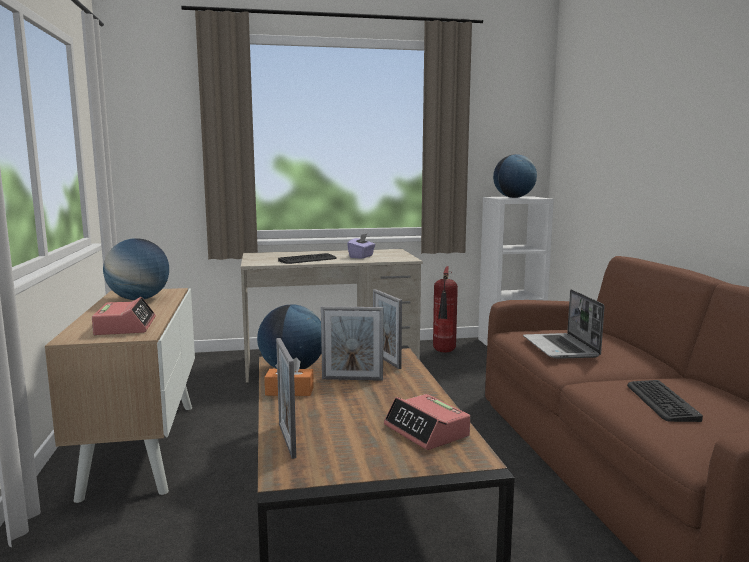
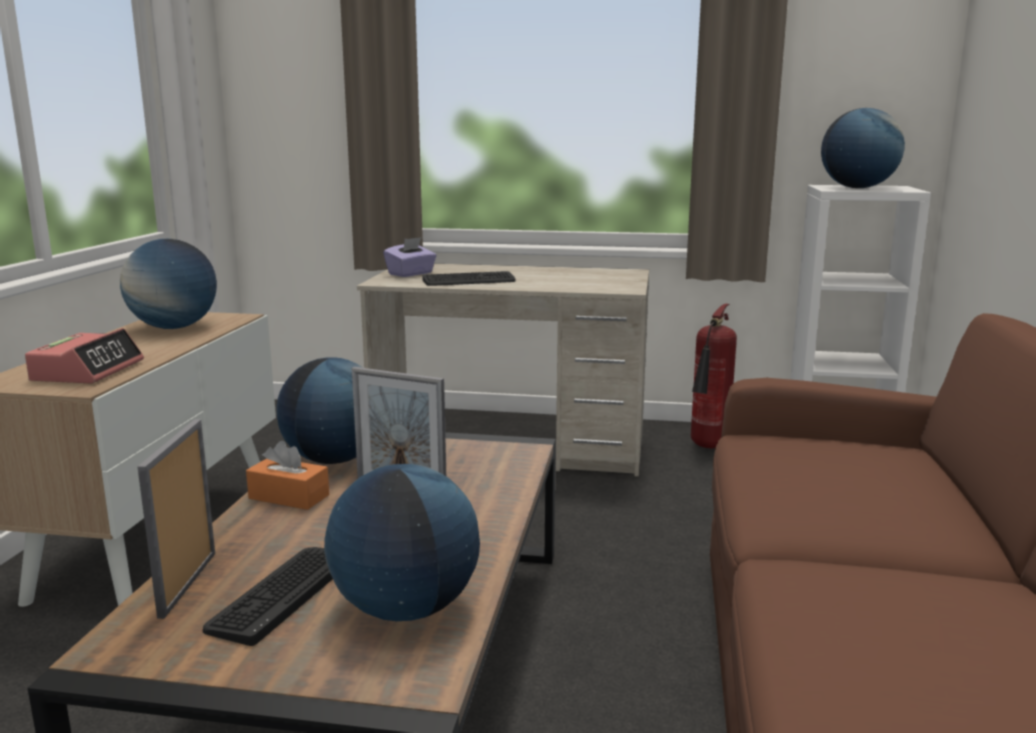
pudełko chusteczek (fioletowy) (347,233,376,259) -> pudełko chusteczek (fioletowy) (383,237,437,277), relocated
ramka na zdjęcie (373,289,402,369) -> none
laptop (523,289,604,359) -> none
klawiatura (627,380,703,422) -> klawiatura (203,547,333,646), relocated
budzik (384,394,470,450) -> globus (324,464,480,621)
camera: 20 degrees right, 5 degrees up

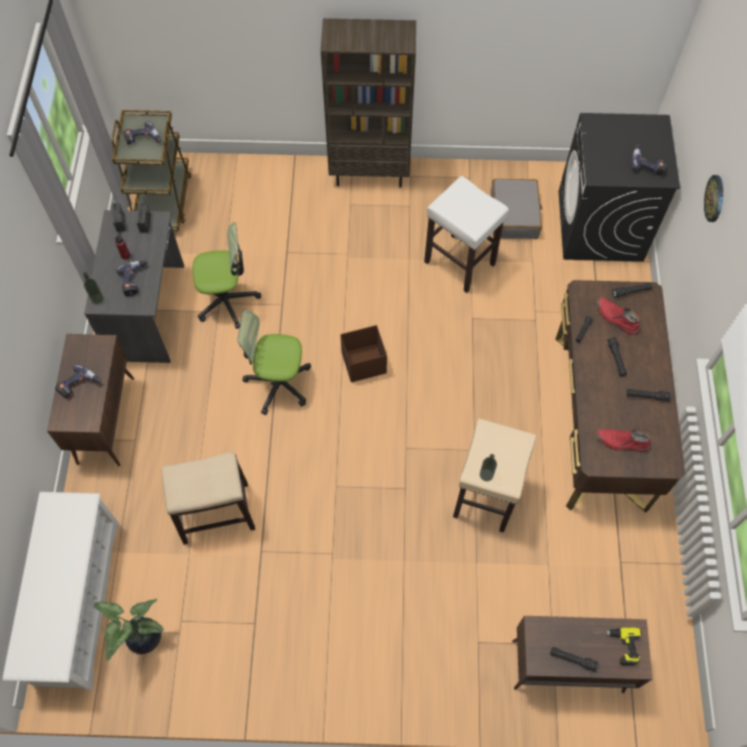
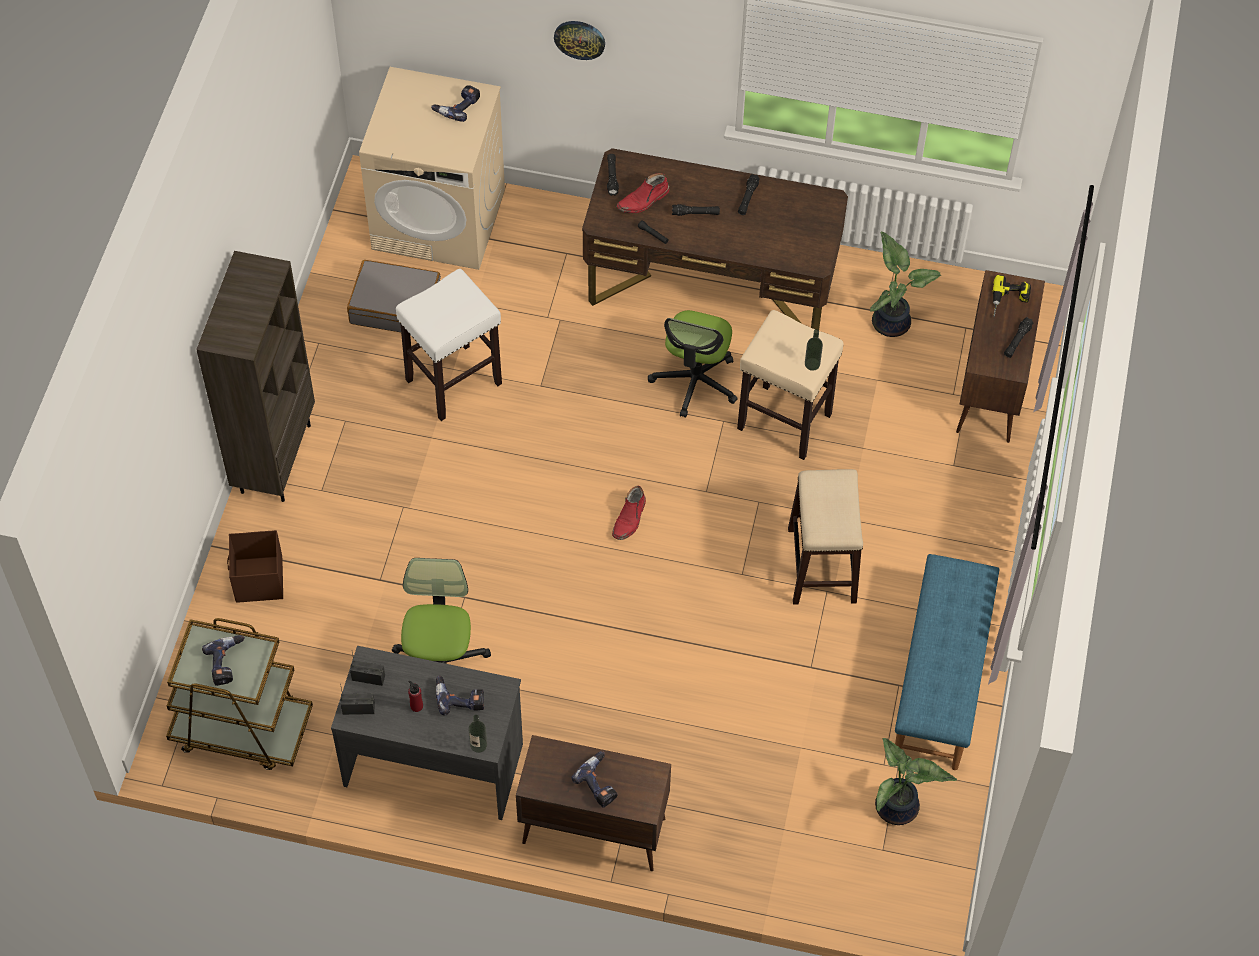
pralka (czarny) (558,113,680,262) -> pralka (beżowy) (359,67,505,270)
krzesło biurowe (238,310,311,415) -> krzesło biurowe (648,310,738,418), relocated
pojemnik do przechowywania (brązowy) (340,325,387,382) -> pojemnik do przechowywania (brązowy) (227,530,283,603), relocated
but z cholewką (czerwony) (596,429,651,452) -> but z cholewką (czerwony) (612,486,646,540), relocated
stołek (162,452,255,544) -> stołek (788,469,863,604), relocated
regał na buty (biały) (3,492,119,691) -> none
none -> roślina doniczkowa (870,232,941,337)
none -> ławka (niebieski) (895,554,999,770)
camera: 80 degrees left, 5 degrees down

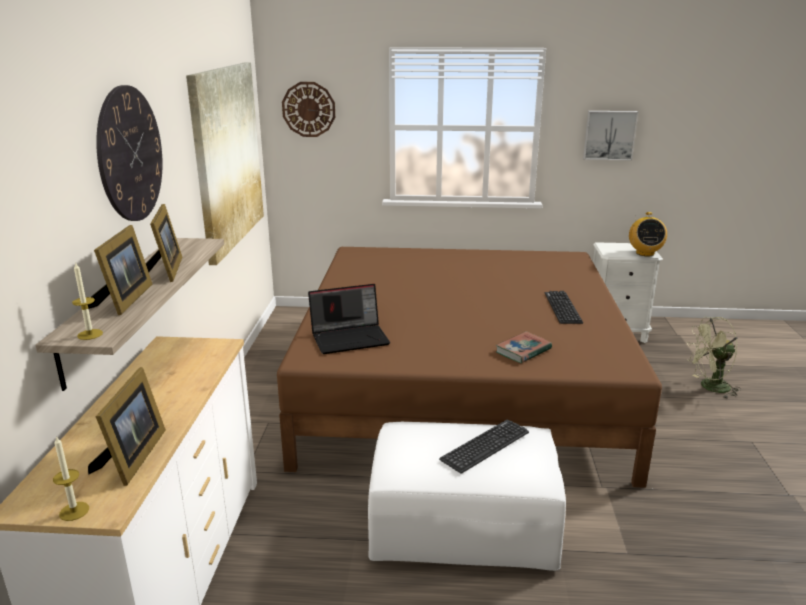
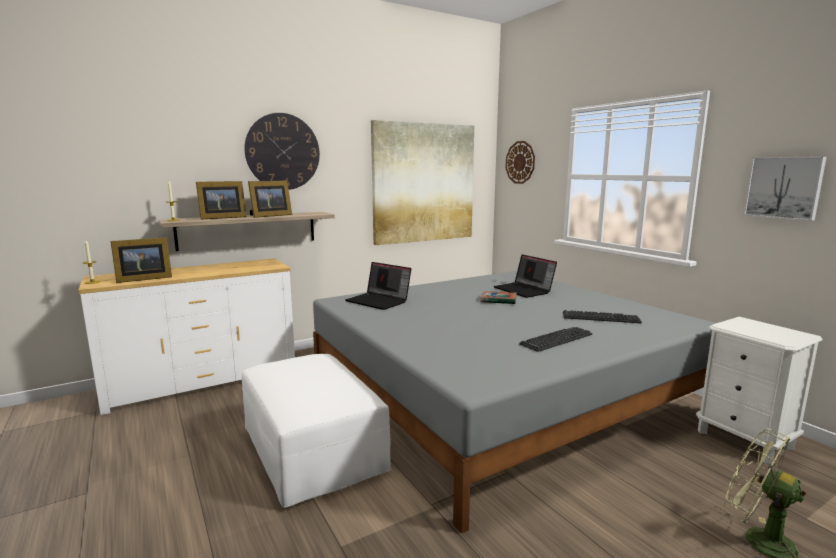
radio (629,212,667,256) -> none
łóżko (brązowy) (277,247,662,488) -> łóżko (szary) (313,271,716,534)
książka (496,331,552,363) -> książka (480,291,517,304), relocated
klawiatura (439,420,529,474) -> klawiatura (563,310,642,323), relocated
none -> laptop (493,254,557,298)
camera: 55 degrees right, 10 degrees down

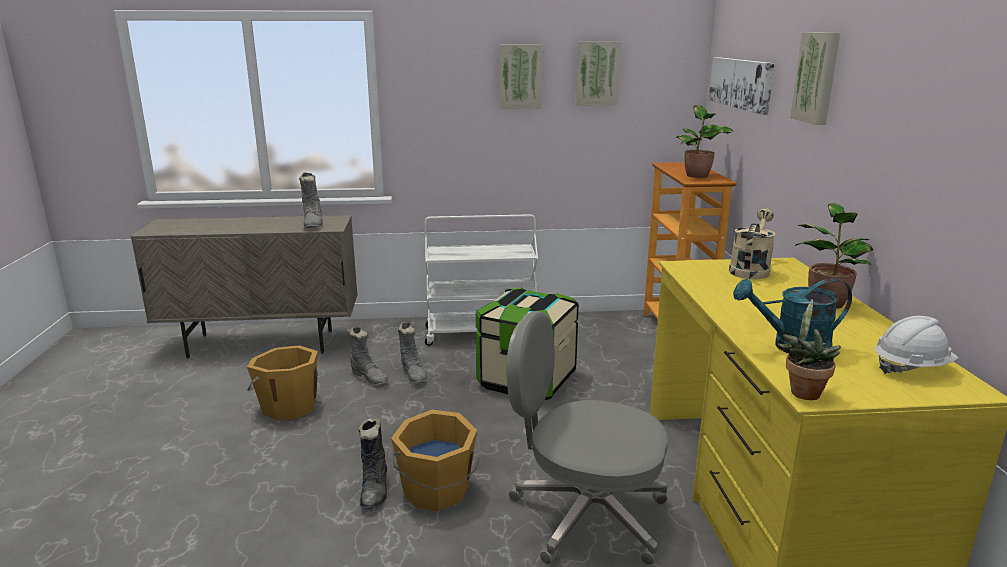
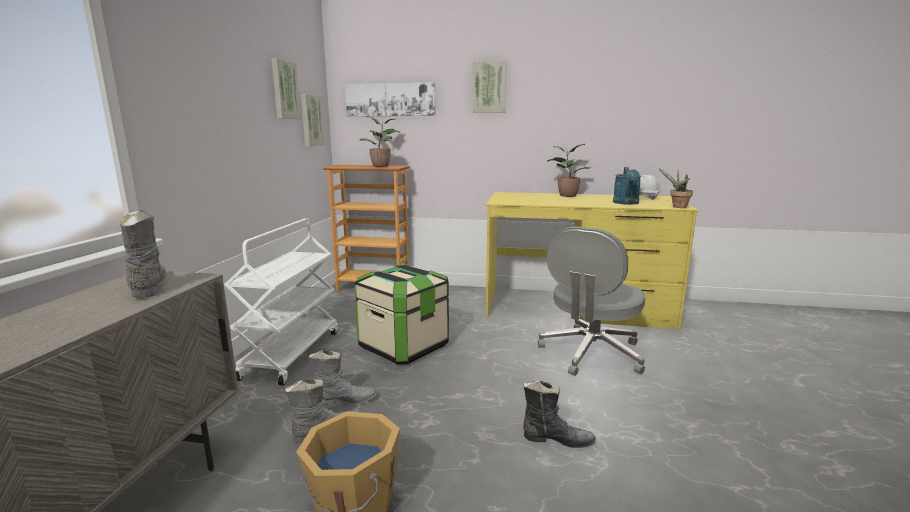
obraz (500,44,542,109) -> obraz (301,94,325,146), relocated
but z cholewką (szary) (299,172,323,228) -> but z cholewką (szary) (120,210,166,297), 120 degrees counterclockwise
konewka (beżowy) (729,208,775,279) -> none
wiadro (pomarańczowy) (391,410,481,511) -> none
camera: 75 degrees left, 5 degrees down

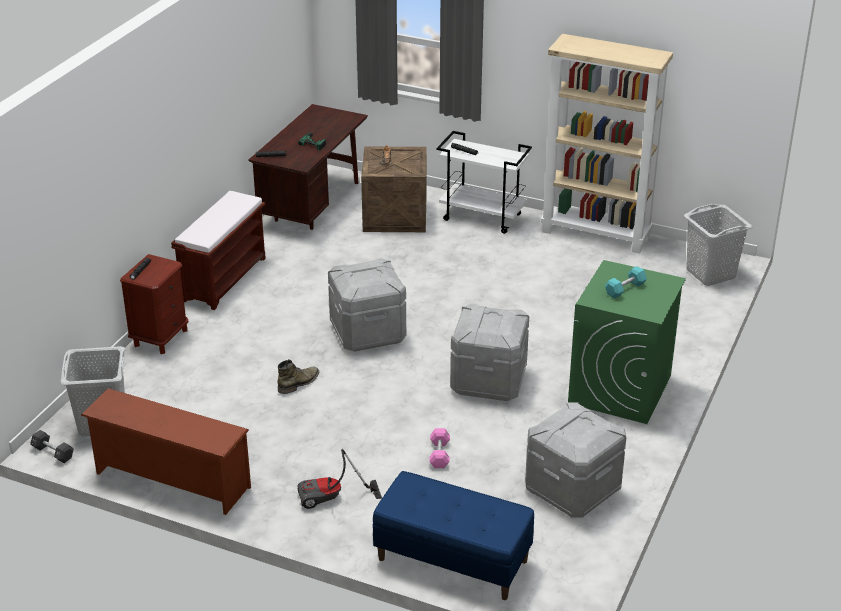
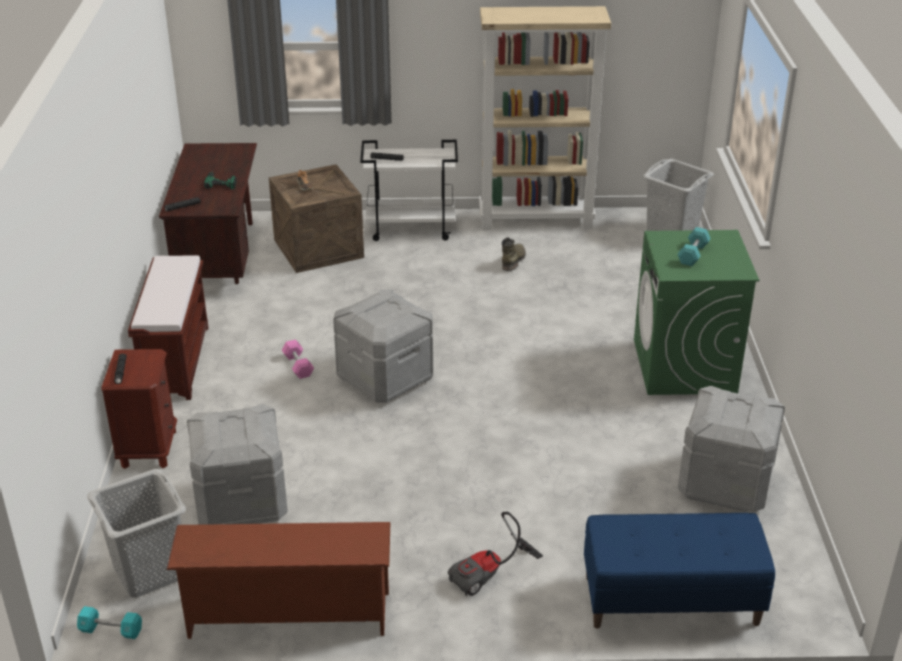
pojemnik do przechowywania (szary) (450,304,529,401) -> pojemnik do przechowywania (szary) (187,404,288,525), relocated
but z cholewką (zielony) (277,359,319,394) -> but z cholewką (zielony) (502,237,526,271), relocated
hantel (różowy) (429,428,450,468) -> hantel (różowy) (282,339,314,379), relocated
hantel (czarny) (30,430,74,463) -> hantel (turkusowy) (77,606,142,639)
camera: 25 degrees left, 0 degrees up

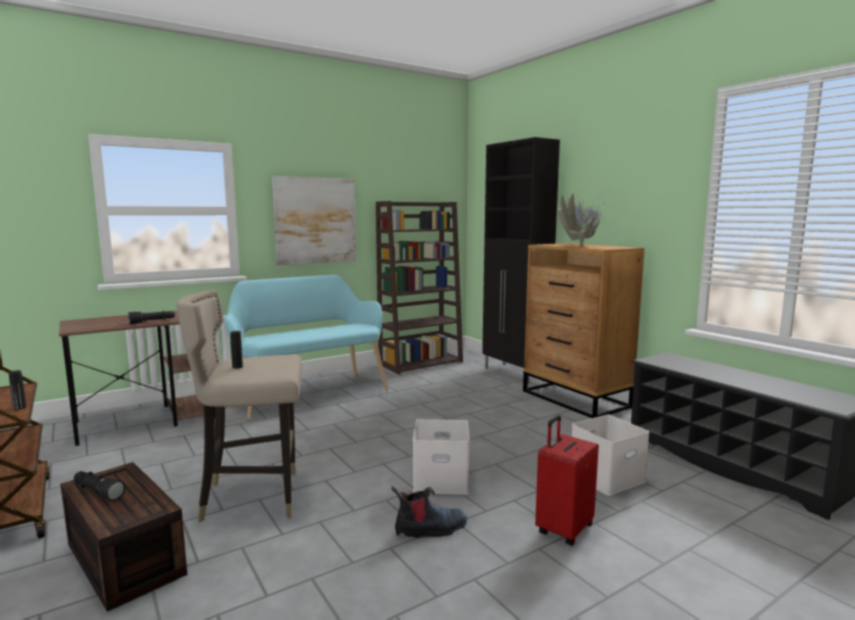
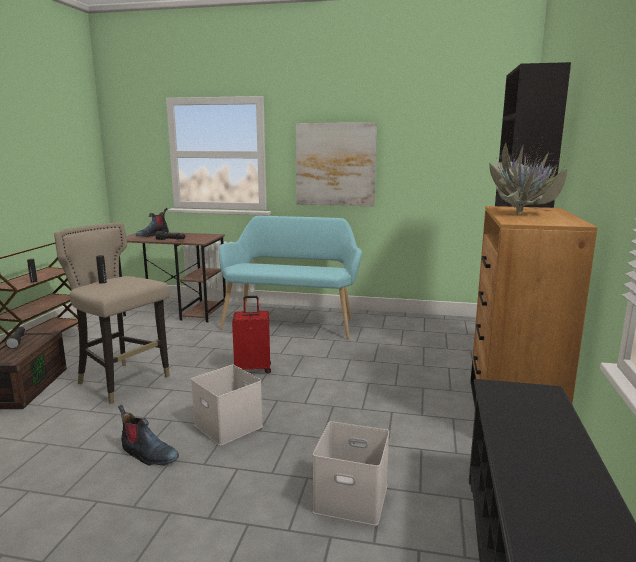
regał (brązowy) (376,201,463,374) -> none
walizka (czerwony) (535,415,599,545) -> walizka (czerwony) (232,296,271,373), relocated
none -> but z cholewką (136,208,169,237)
camera: 45 degrees right, 5 degrees up

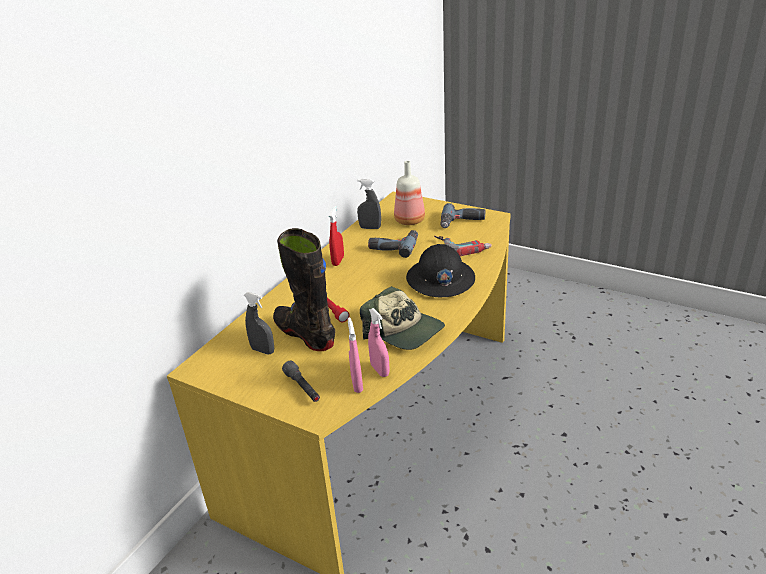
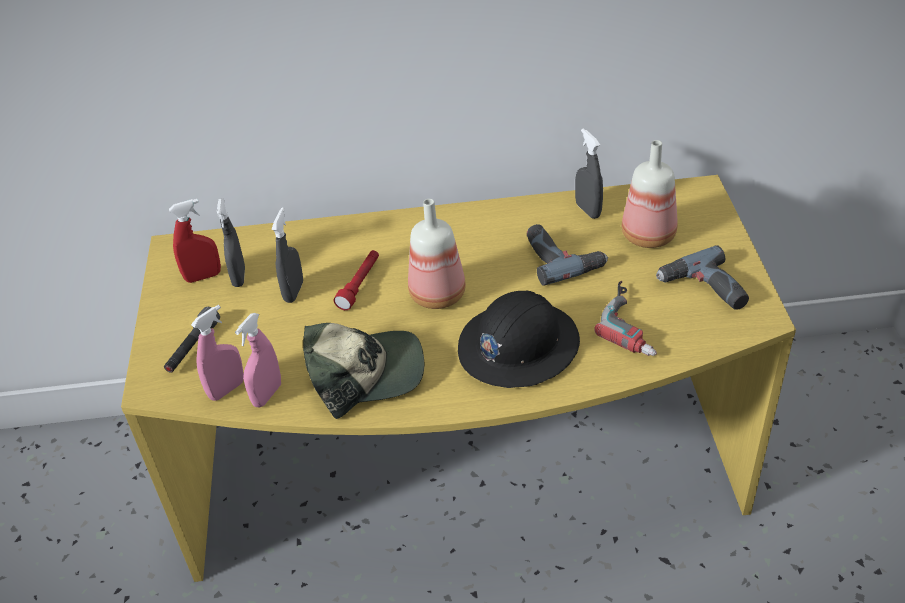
spryskiwacz (czerwony) (329,206,344,266) -> spryskiwacz (czerwony) (169,199,221,283), relocated
but z cholewką (czarny) (273,228,335,351) -> spryskiwacz (szary) (272,207,303,303)
czapka z daszkiem (360,286,445,350) -> czapka z daszkiem (303,323,424,419), 105 degrees counterclockwise
none -> butelka (408,199,466,309)
camera: 55 degrees right, 10 degrees up

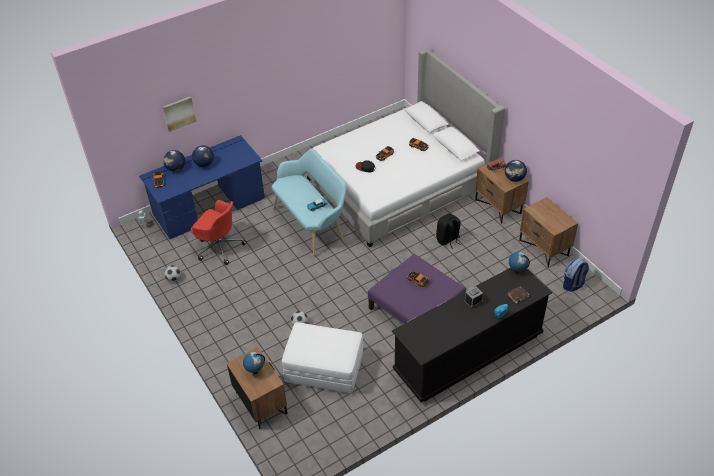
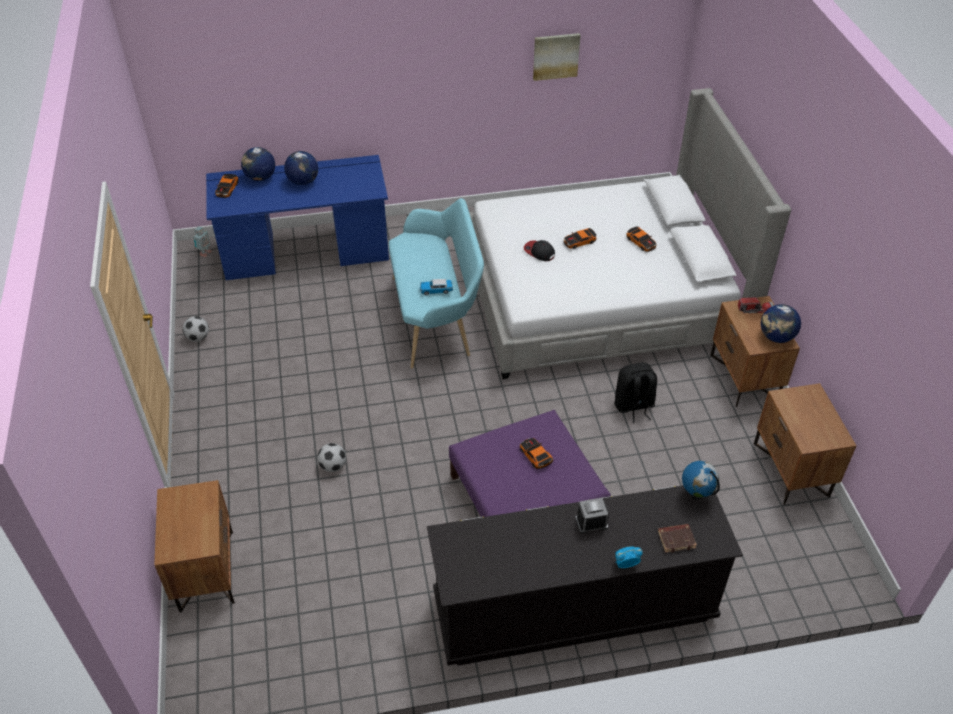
obraz (163,97,196,132) -> obraz (533,33,581,81), relocated
krzesło biurowe (czerwony) (191,200,247,265) -> none
plecak (563,257,589,292) -> none
pufa (biały) (282,322,363,394) -> none
globus (243,352,265,374) -> none
camera: 20 degrees right, 0 degrees up

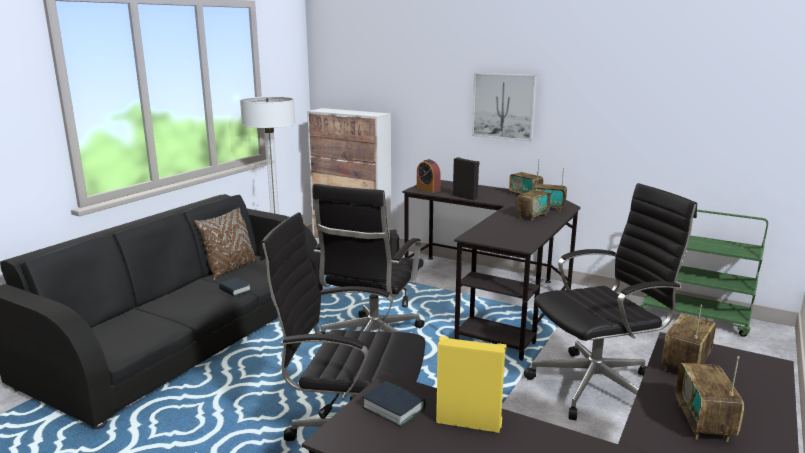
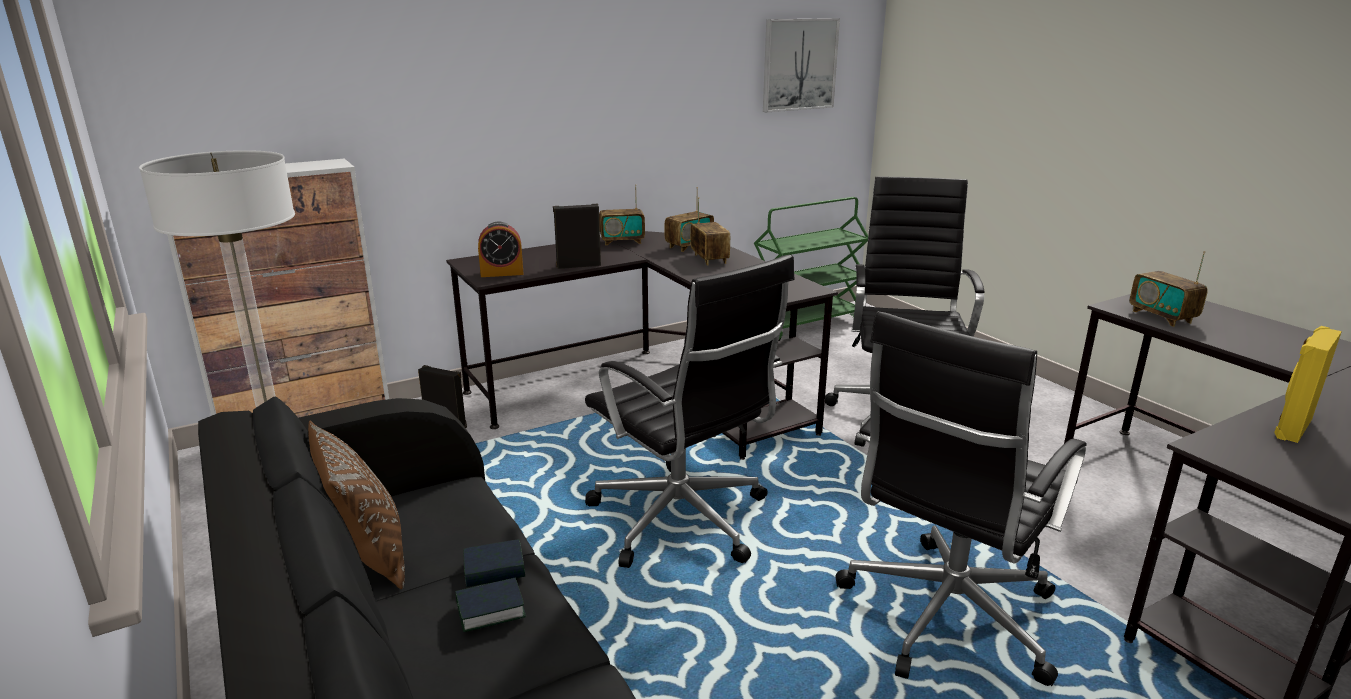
obraz (472,73,537,141) -> obraz (763,18,840,113), relocated
radio (676,356,744,442) -> none
książka (362,381,426,427) -> książka (455,577,526,632), relocated
camera: 60 degrees left, 5 degrees up

